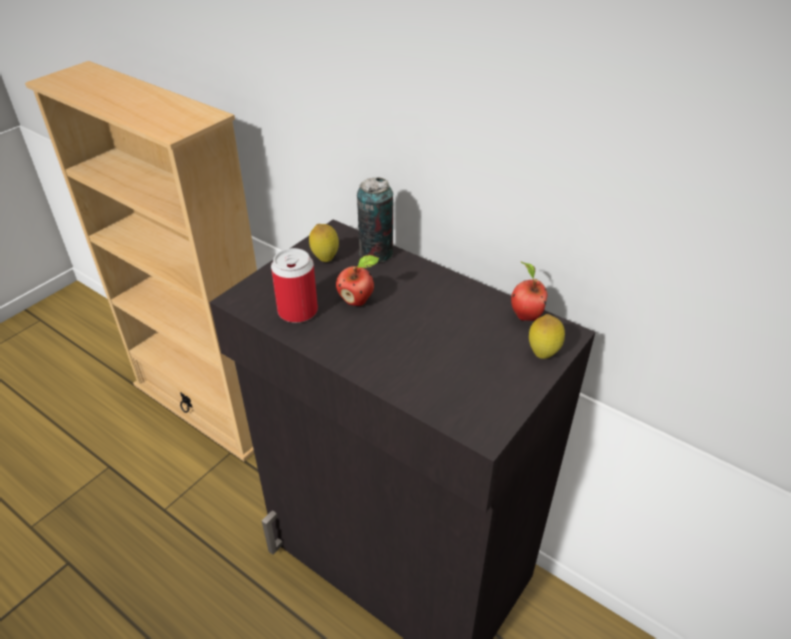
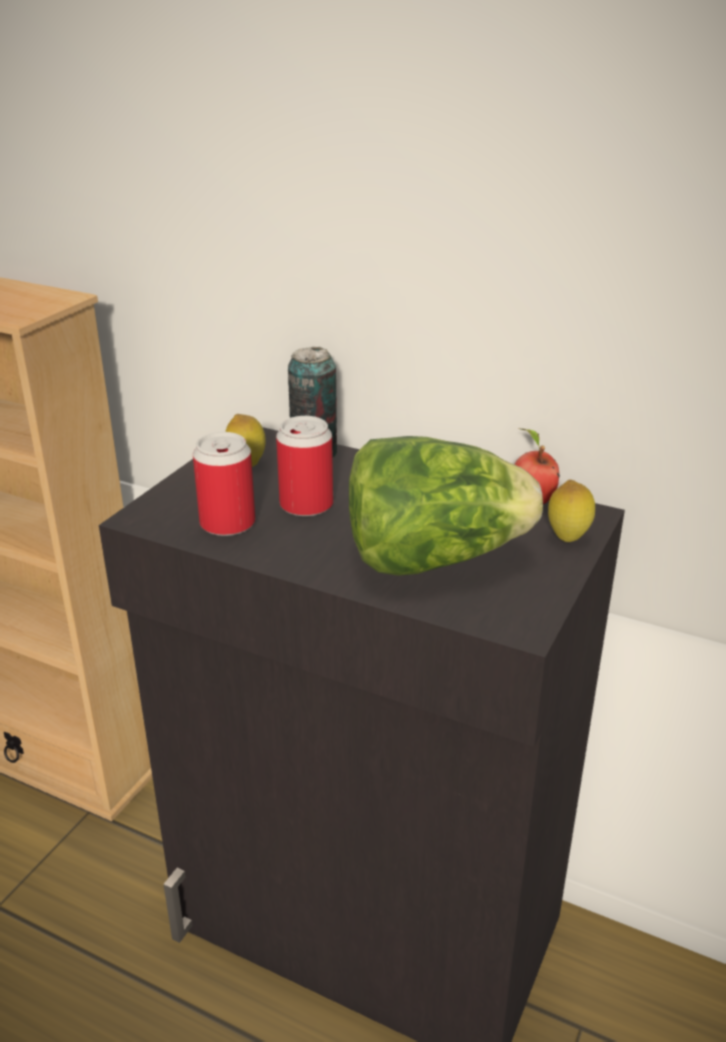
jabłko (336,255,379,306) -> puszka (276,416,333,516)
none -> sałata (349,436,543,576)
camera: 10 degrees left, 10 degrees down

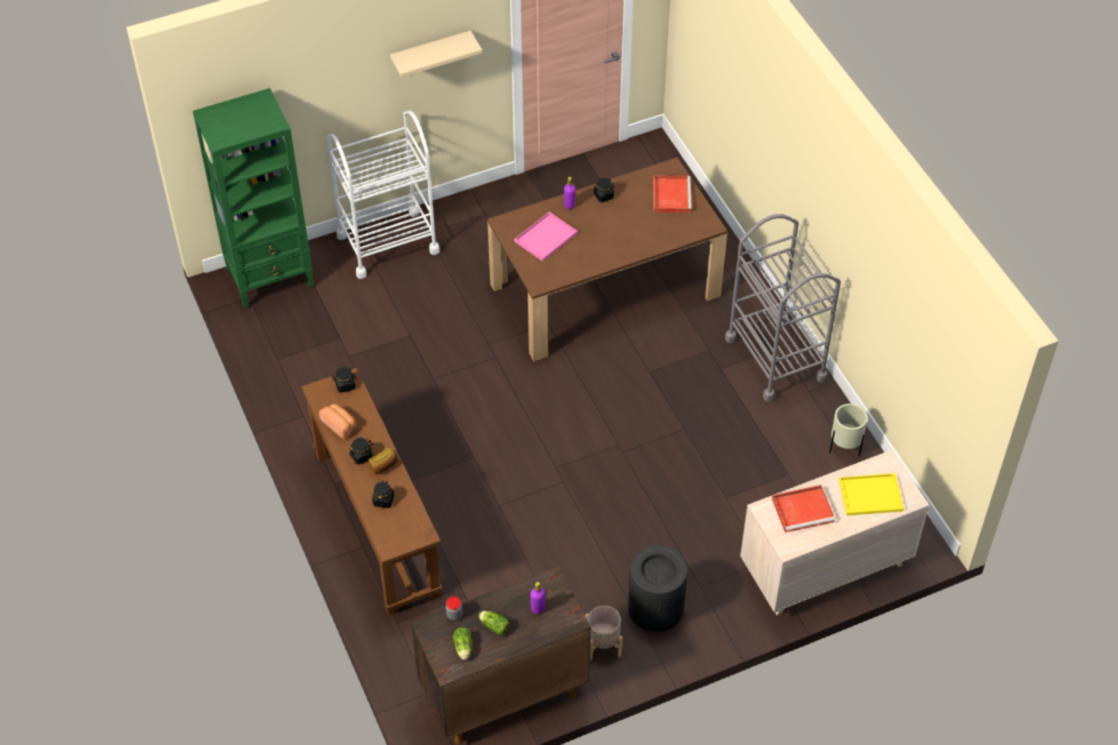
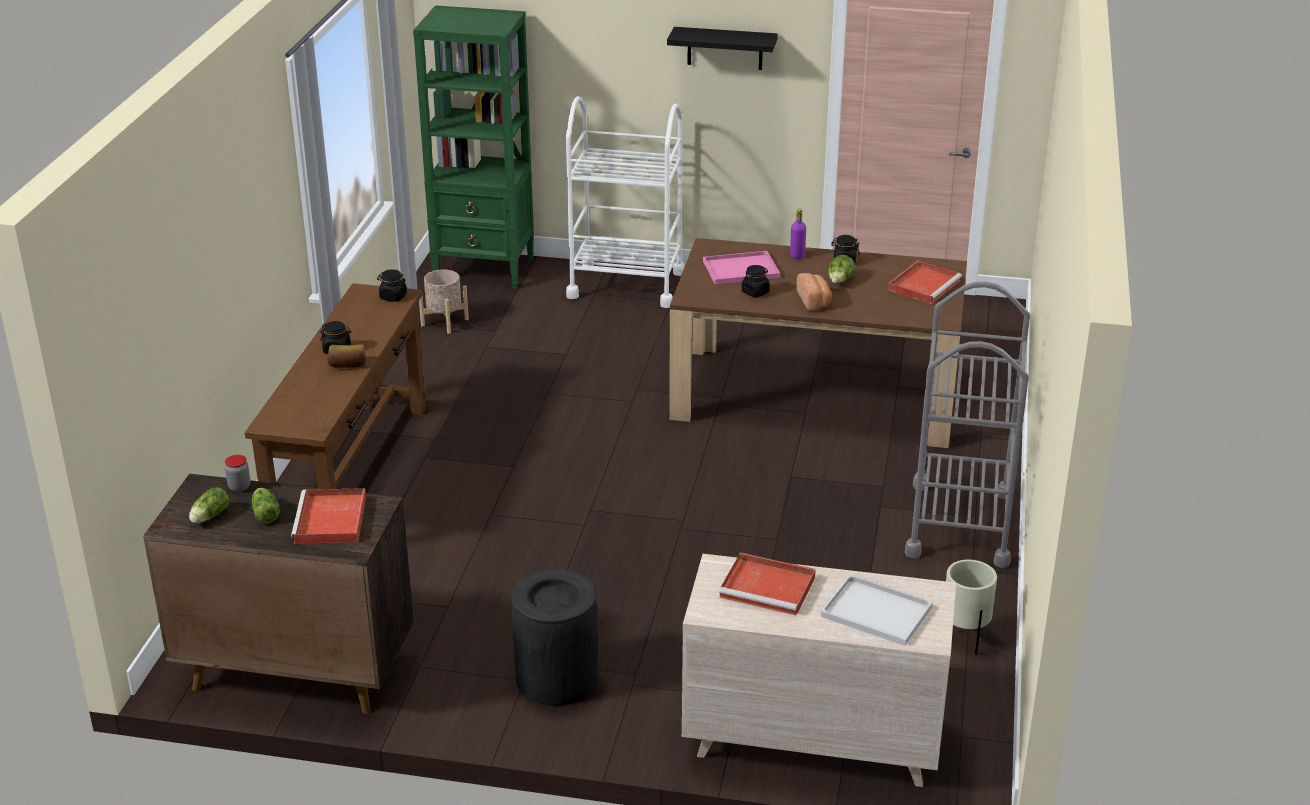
półka (beżowy) (390,31,482,77) -> półka (czarny) (667,27,778,70)
chleb (319,404,356,439) -> chleb (797,273,832,311), relocated
taca (żółty) (839,473,904,516) -> taca (biały) (821,575,933,646)
słoik (czarny) (372,480,394,508) -> słoik (czarny) (742,265,770,297), relocated
butelka (fioletowy) (530,582,545,614) -> taca (czerwony) (291,488,366,544)
donica (beżowy) (586,606,623,660) -> donica (beżowy) (419,270,469,334), relocated
none -> sałata (828,255,855,283)
camera: 35 degrees right, 20 degrees down

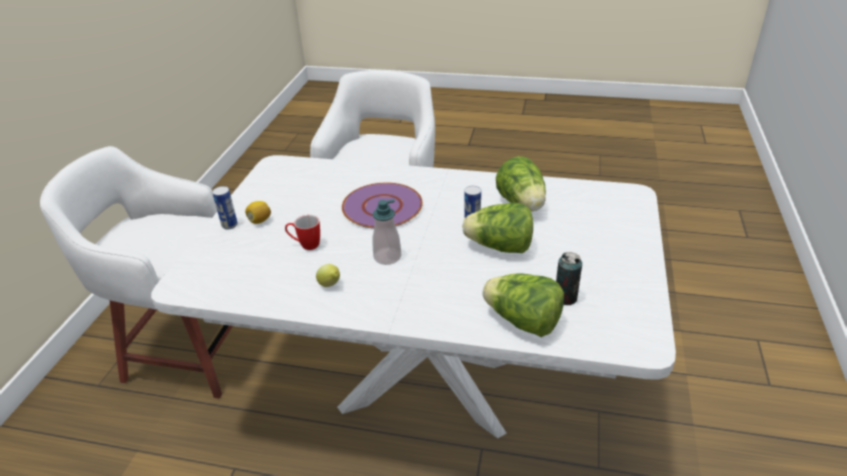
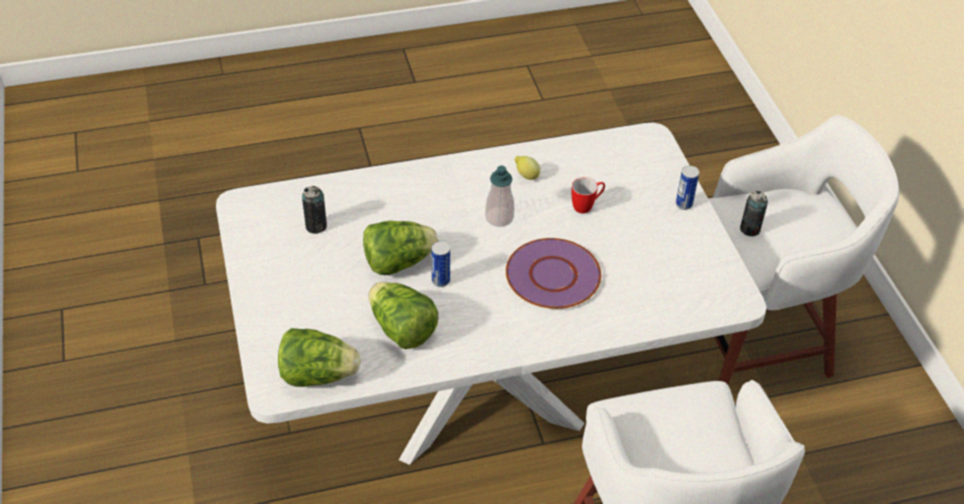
cytryna (245,201,271,224) -> none
sałata (482,274,564,337) -> sałata (278,328,361,387), relocated
none -> puszka (740,191,768,236)
camera: 150 degrees right, 10 degrees up

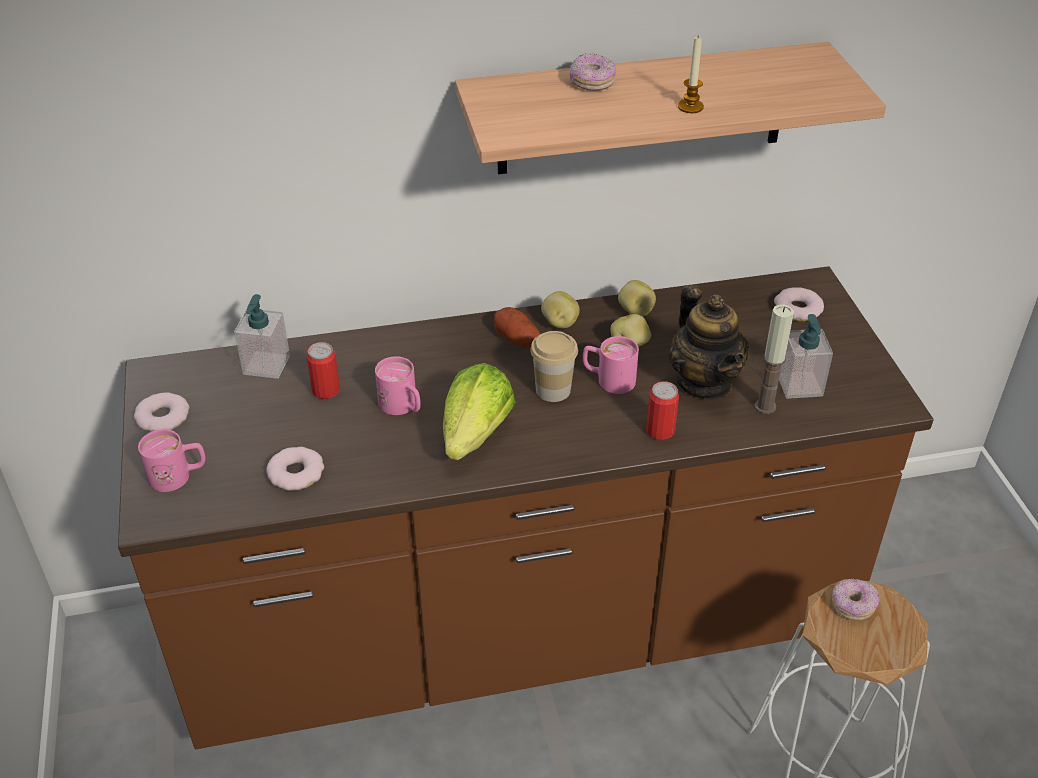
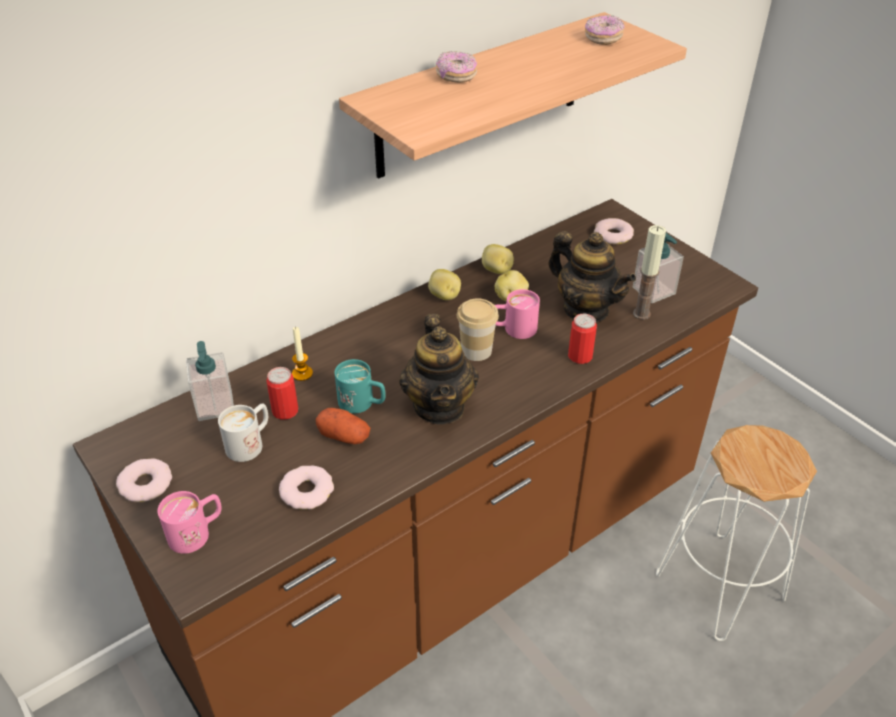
świeca (678,35,704,113) -> świeca (292,326,313,381), relocated
ziemniak (494,307,540,348) -> ziemniak (316,408,370,444), relocated
kubek (różowy) (375,356,421,415) -> kubek (turkusowy) (334,359,386,414)
sałata (443,363,515,460) -> imbryk (399,314,479,425)
donut (832,578,880,620) -> donut (585,15,625,45), relocated
none -> kubek (biały) (218,403,268,462)
camera: 25 degrees left, 0 degrees up

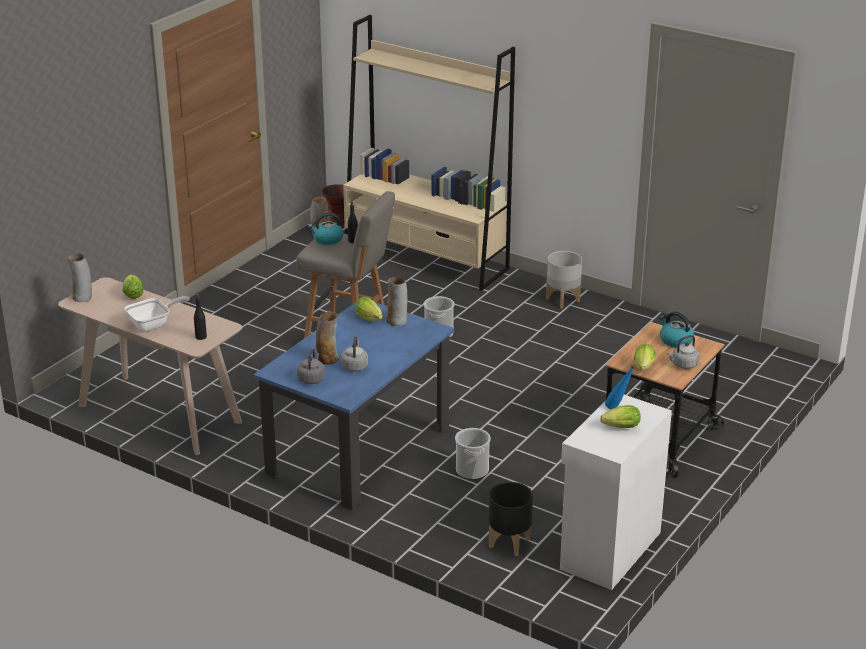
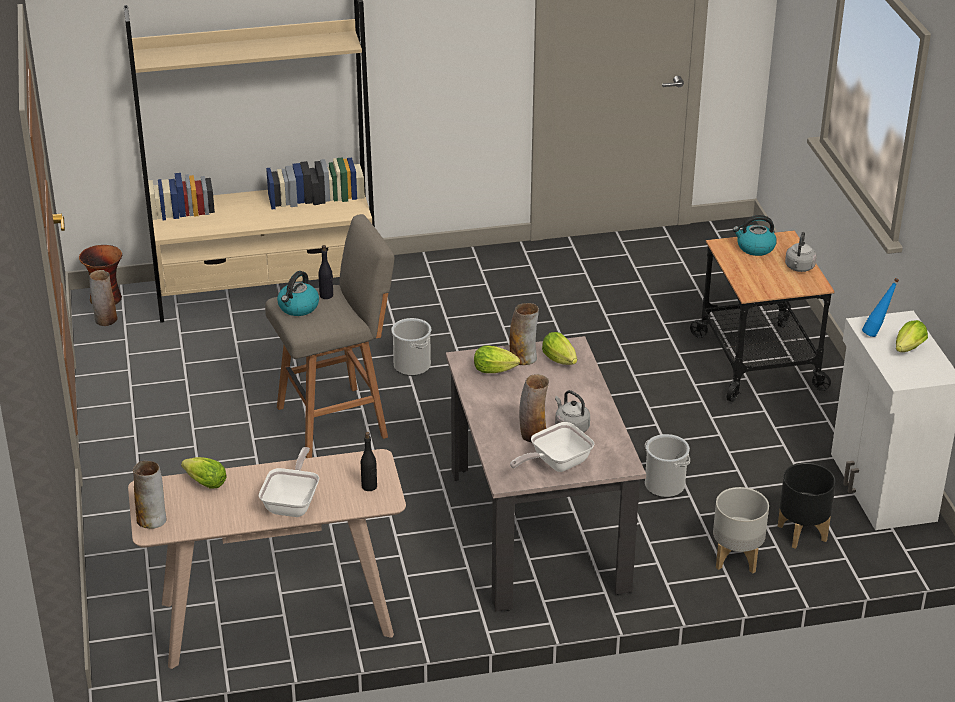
donica (szary) (546,251,582,309) -> donica (szary) (713,487,769,574), relocated
stół jadalny (niebieski) (253,302,454,510) -> stół jadalny (beżowy) (446,336,646,611)
sałata (634,344,656,371) -> sałata (542,332,577,365), relocated
czajnik (szary) (297,348,325,384) -> patelnia (510,422,595,472)
camera: 45 degrees left, 5 degrees up

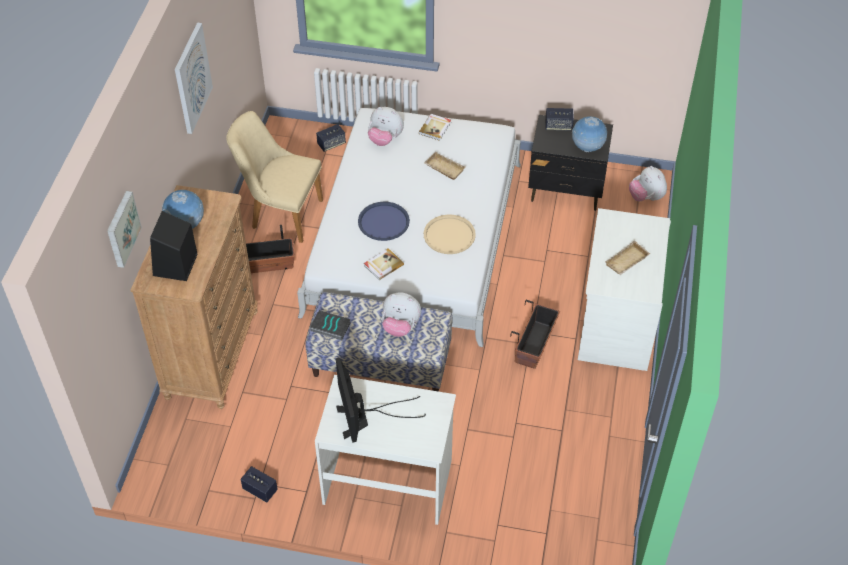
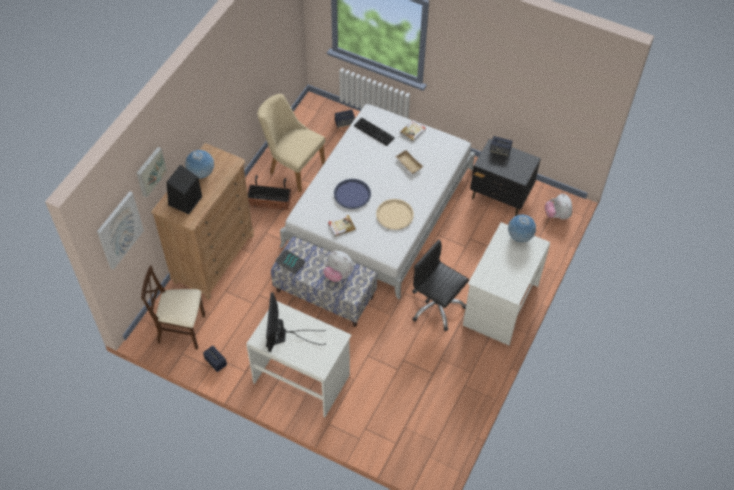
obraz (175,22,213,134) -> obraz (97,191,144,270), relocated
pluszak (368,107,404,146) -> klawiatura (354,118,395,146)
globus (572,116,607,152) -> globus (508,215,536,242), relocated
taca (beżowy) (605,241,650,275) -> none
donica (510,300,560,369) -> krzesło biurowe (czarny) (412,239,469,331)
none -> krzesło (beżowy) (141,266,205,350)
camera: 15 degrees right, 5 degrees up

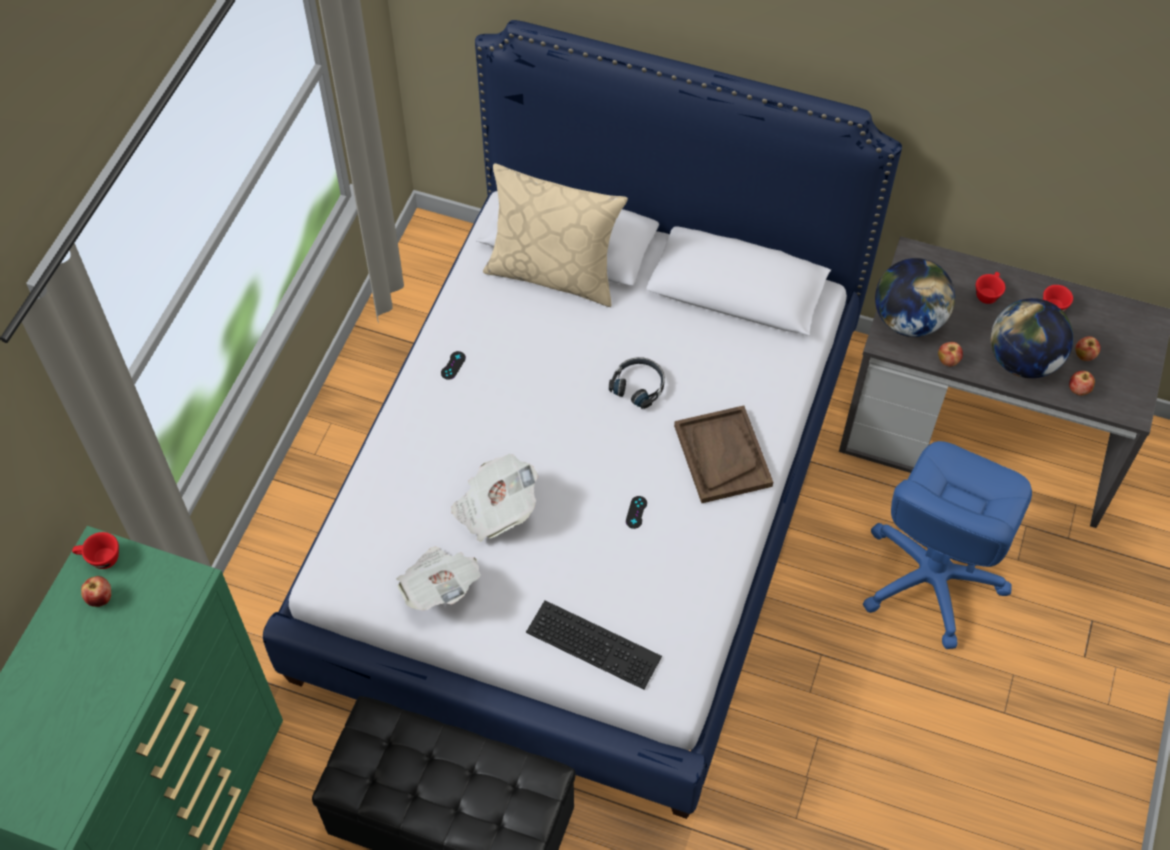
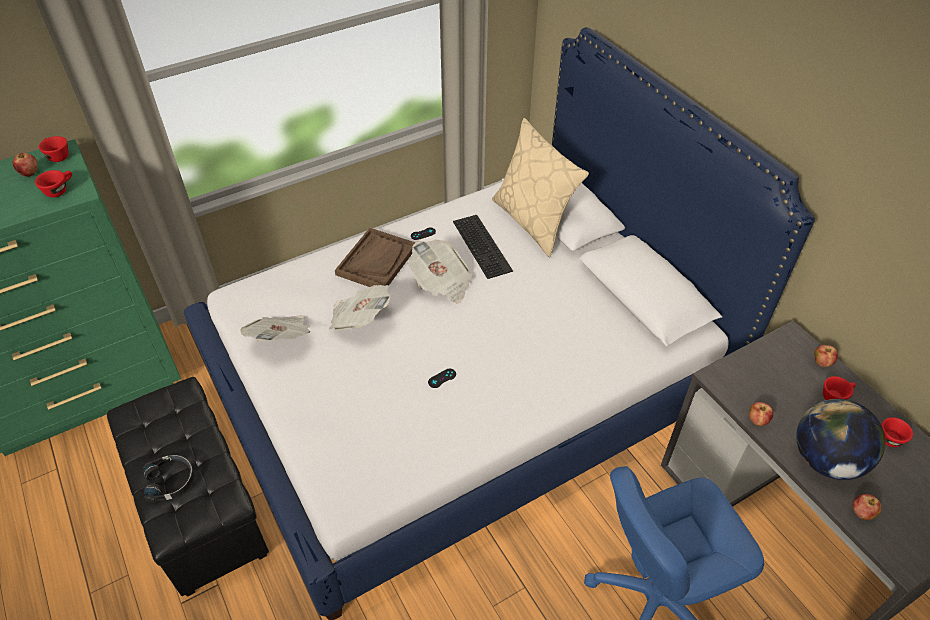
globus (875,258,955,337) -> none
jabłko (1075,336,1101,361) -> jabłko (814,345,838,367), relocated
słuchawki (czarny) (609,357,665,409) -> słuchawki (czarny) (143,455,194,502), relocated
taca (brązowy) (674,405,773,503) -> taca (brązowy) (335,228,416,287), relocated
klawiatura (526,600,662,690) -> klawiatura (453,215,513,279), relocated
none -> filiżanka (czerwony) (35,170,72,197)
none -> gazeta (408,240,473,304)
camera: 40 degrees right, 10 degrees down

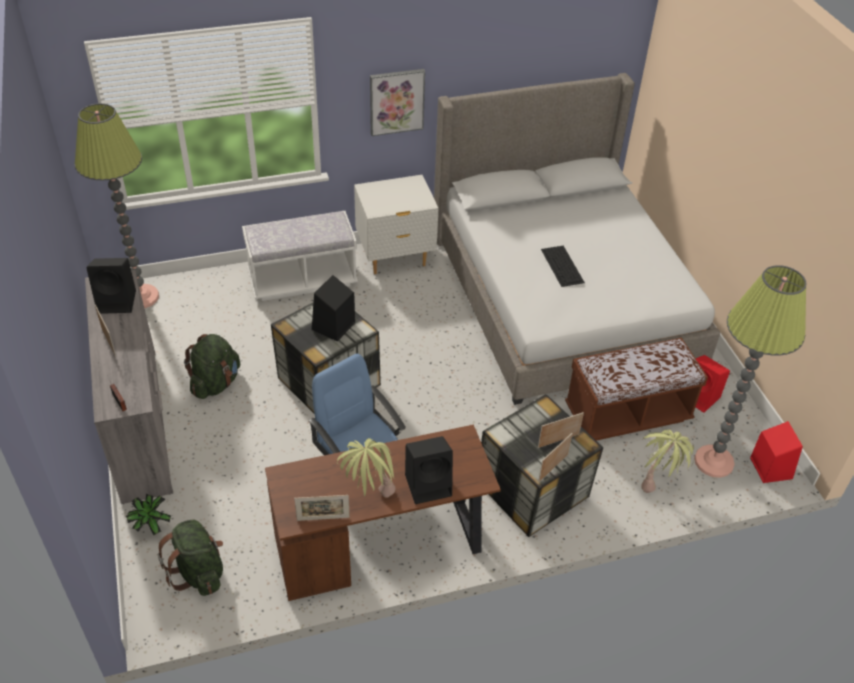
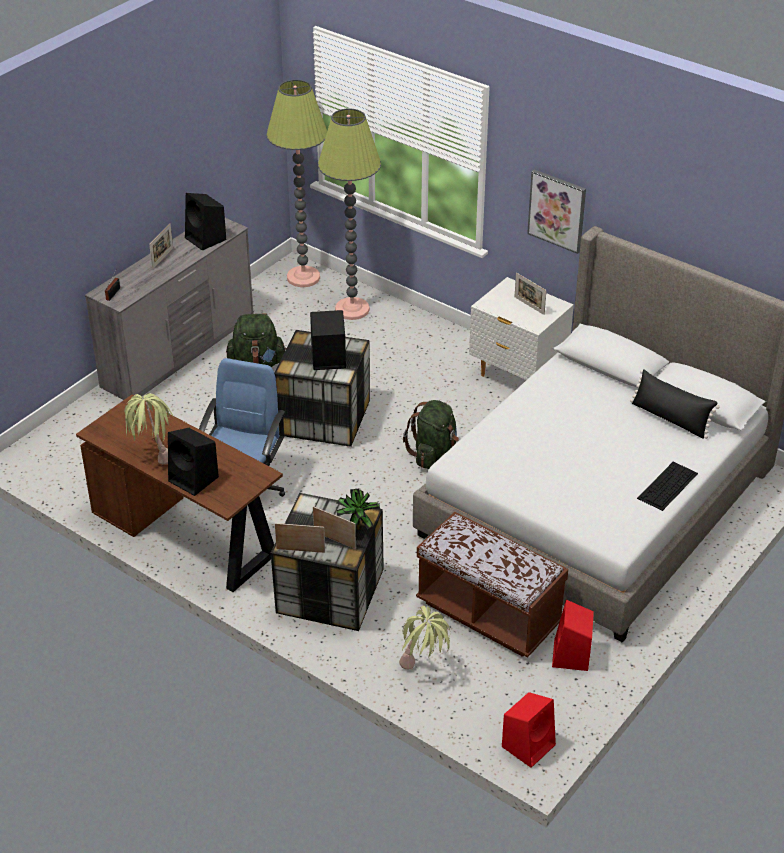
ławka (biały) (242,211,358,301) -> none
klawiatura (541,246,585,287) -> klawiatura (637,462,698,511), relocated
lampa stojąca (694,265,806,478) -> lampa stojąca (318,108,381,320), relocated
roślina doniczkowa (126,494,171,535) -> roślina doniczkowa (336,489,380,531), relocated
ramka na zdjęcie (294,495,350,521) -> ramka na zdjęcie (515,272,547,315), relocated
plecak (zielony) (157,519,223,596) -> plecak (zielony) (403,400,459,469), relocated
none -> poduszka (czarny) (630,369,720,439)
camera: 55 degrees right, 5 degrees down

